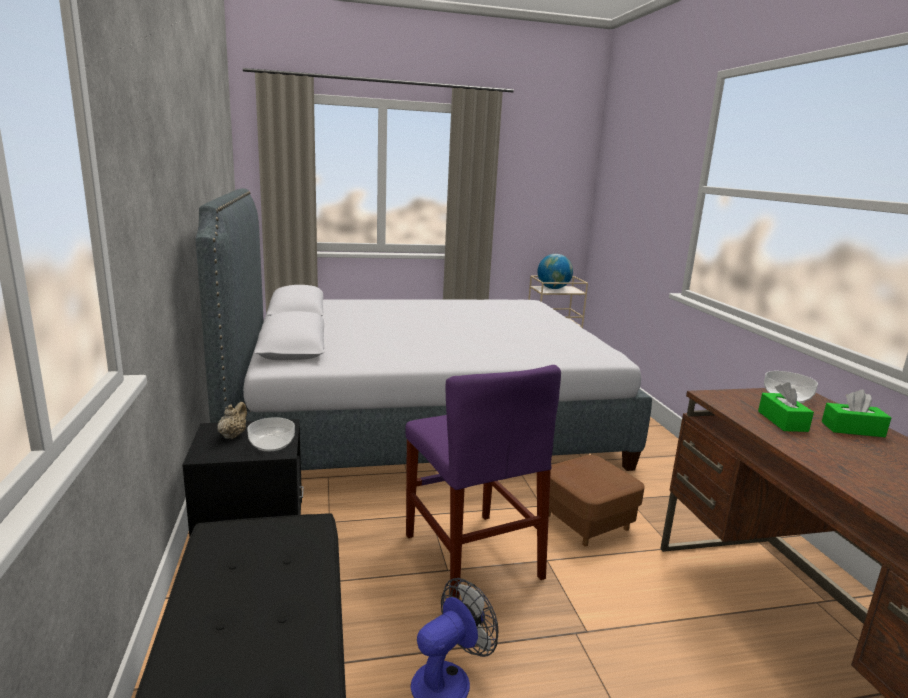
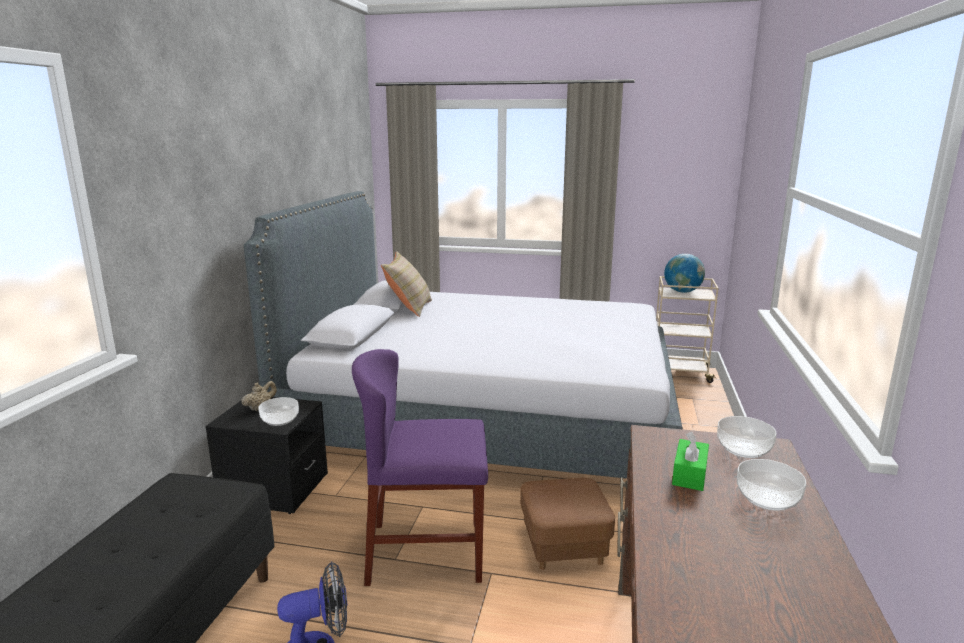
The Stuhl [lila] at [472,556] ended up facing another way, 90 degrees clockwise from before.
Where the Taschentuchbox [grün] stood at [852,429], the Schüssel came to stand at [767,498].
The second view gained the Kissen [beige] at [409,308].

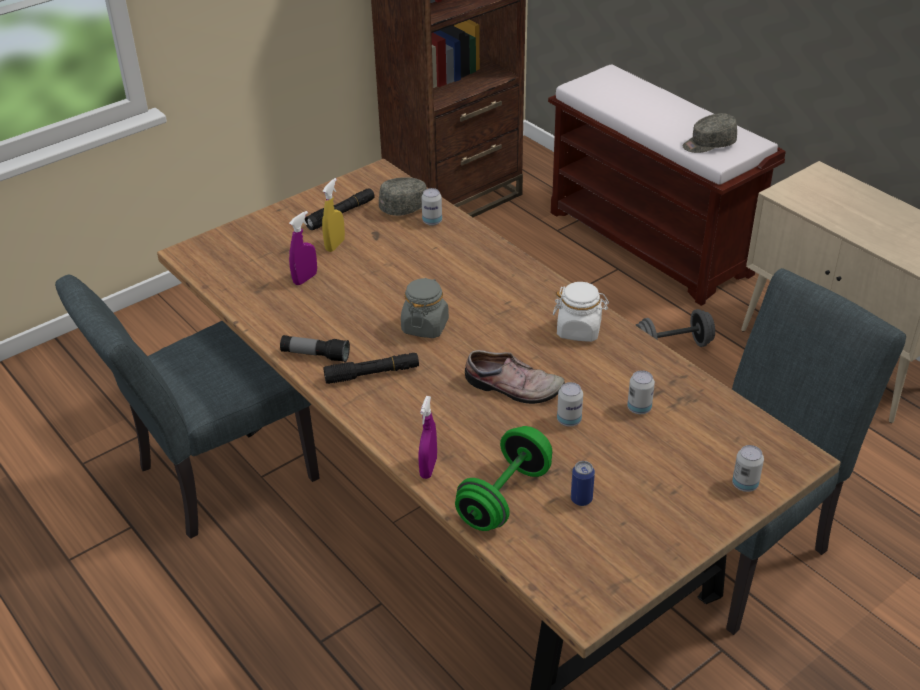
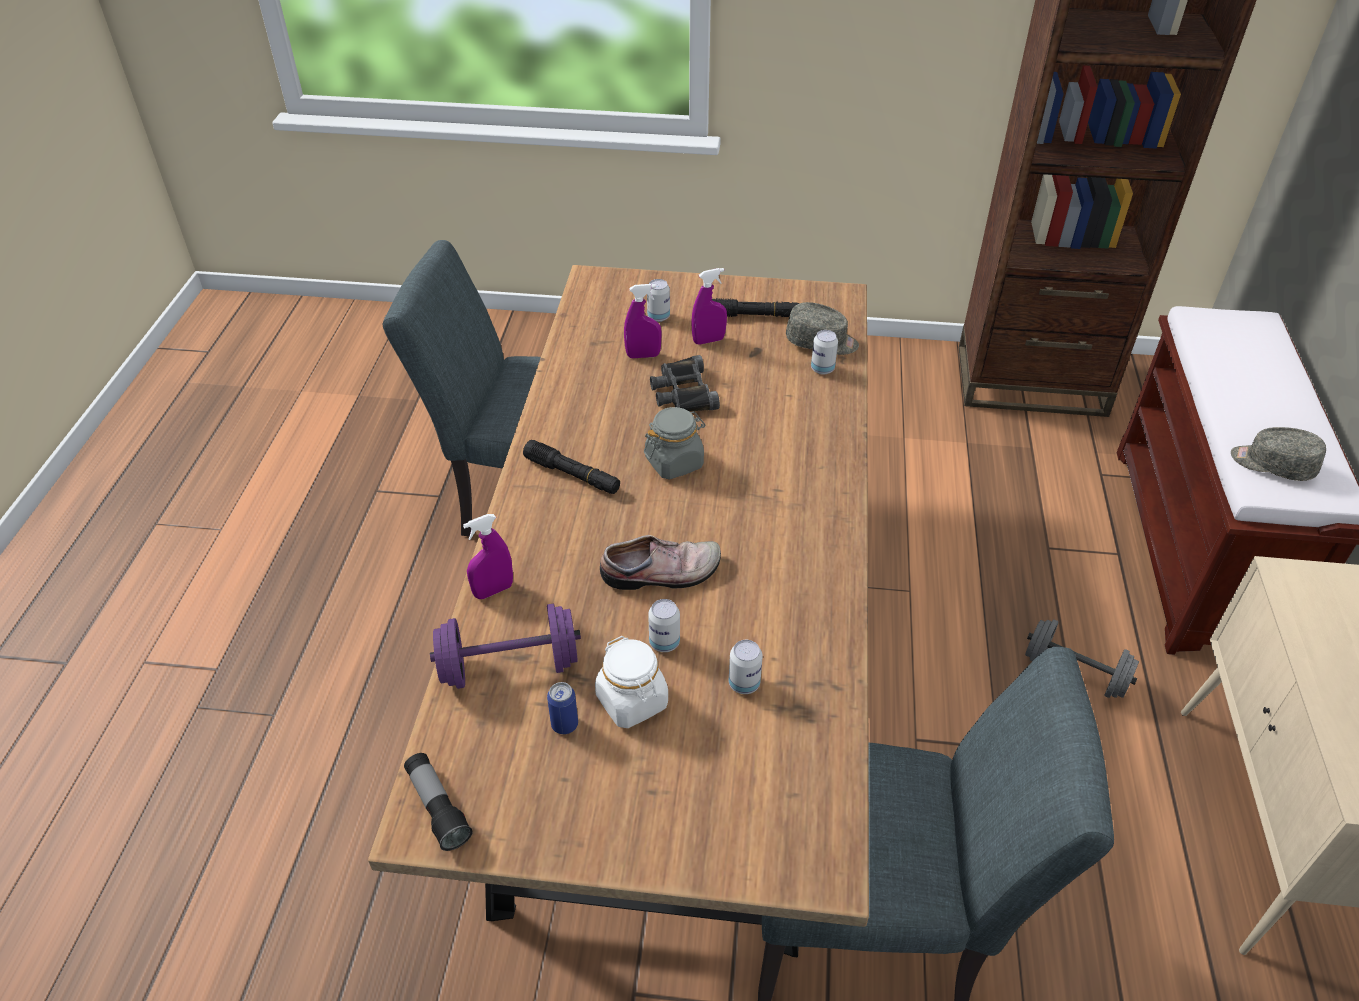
What was the Sprühflasche [gelb] at [335,245] turned into the Sprühflasche [lila] at [708,340].
The Vorratsglas [weiß] ended up elsewhere, having gone from [579,330] to [632,701].
The Taschenlampe ended up elsewhere, having gone from [315,355] to [438,807].
The Schuh at [513,388] ended up facing another way, 75 degrees counterclockwise from before.
What was the Hantel [grün] at [504,497] turned into the Hantel [lila] at [509,666].
The Dose ended up elsewhere, having gone from [745,484] to [658,317].
The second view gained the Fernglas [schwarz] at [683,392].

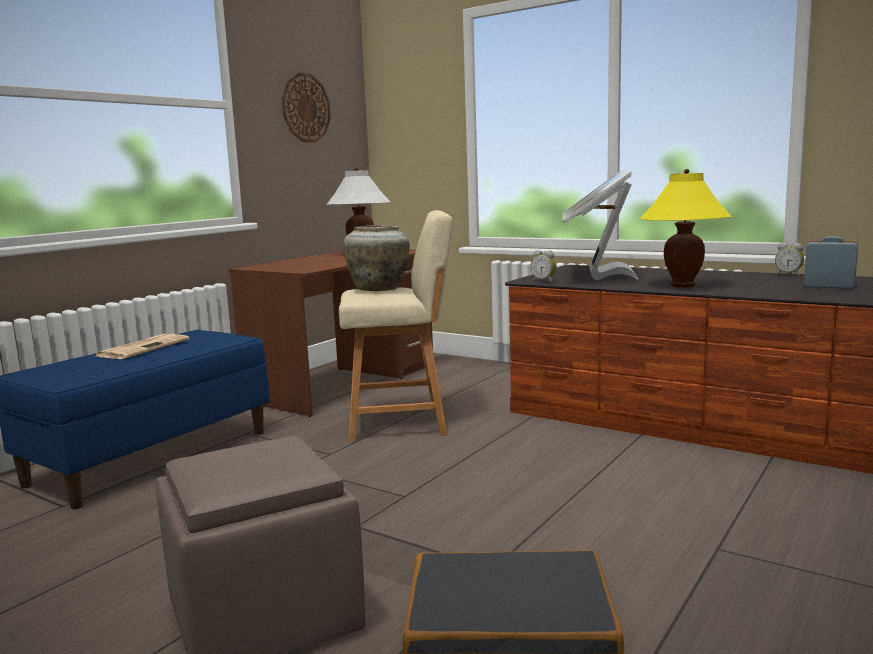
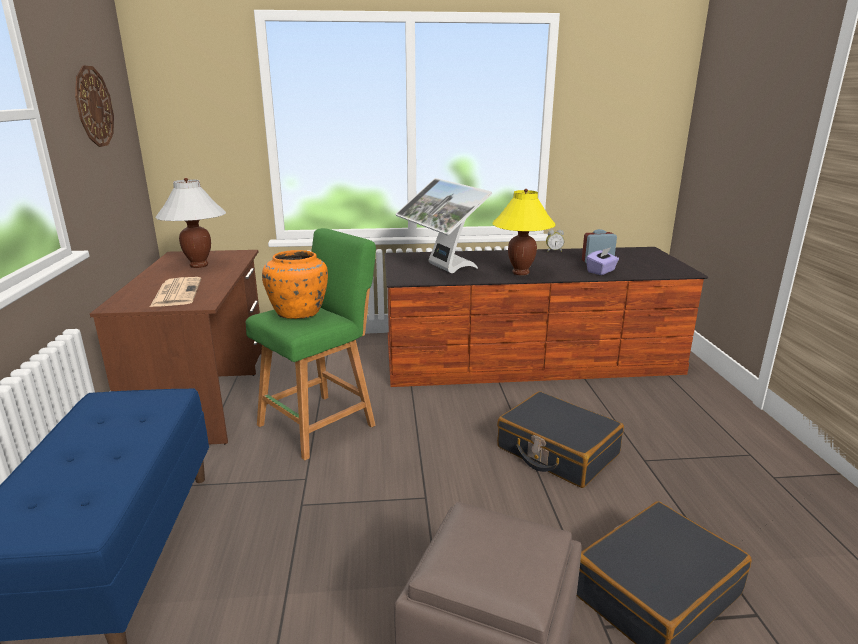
What was the Hocker [beige] at [402,422] turned into the Hocker [grün] at [321,423].
What was the Vase [beige] at [379,289] turned into the Vase [orange] at [299,313].
The second view lost the Wecker at [544,281].
The Zeitung ended up elsewhere, having gone from [143,348] to [176,293].
The second view gained the Taschentuchbox [lila] at [601,271].
The second view gained the Koffer [schwarz] at [557,451].

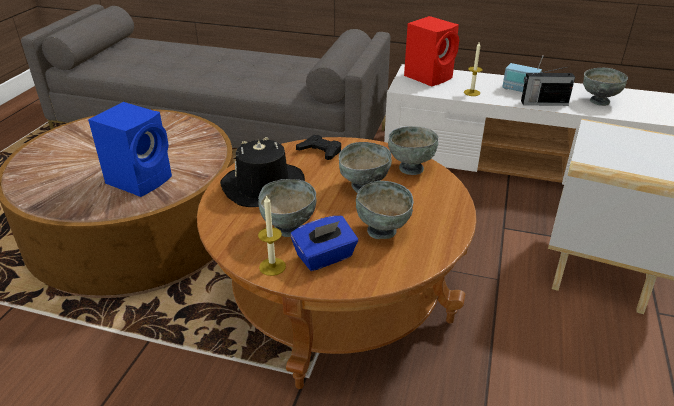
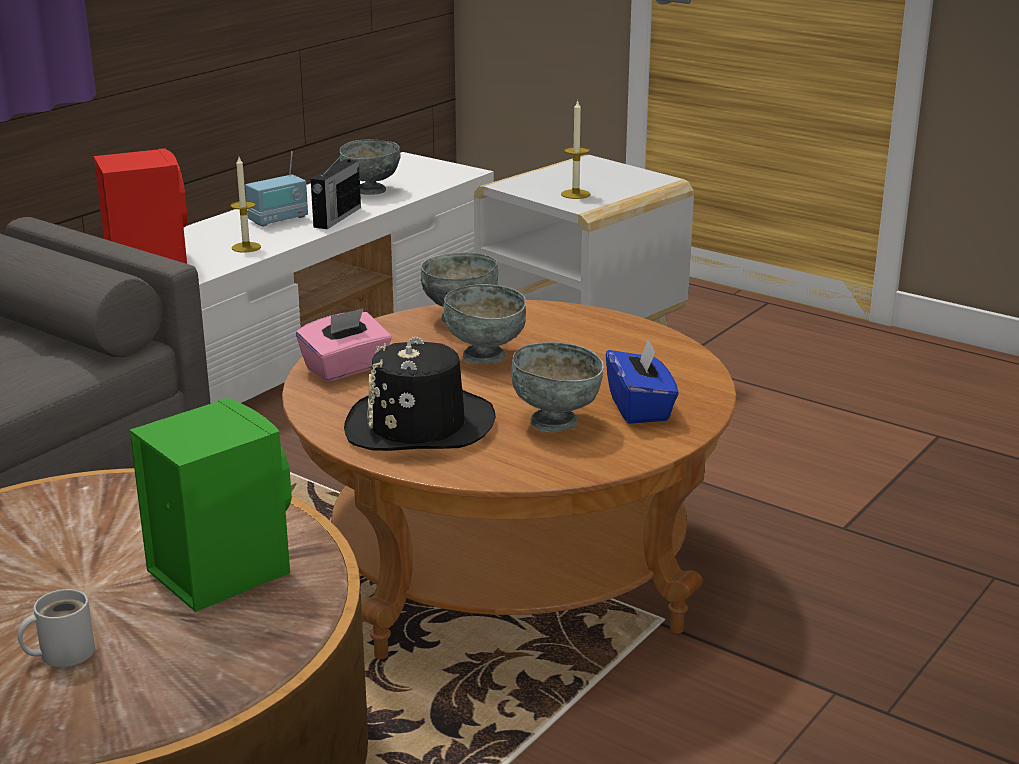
What was the Lautsprecher [blau] at [141,179] turned into the Lautsprecher [grün] at [218,570].
Where the Gamepad [schwarz] stood at [320,151], the Taschentuchbox [rosa] came to stand at [346,369].
The second view lost the Schüssel [grau] at [383,231].
The Kerze ended up elsewhere, having gone from [272,266] to [575,194].
The second view gained the Henkelbecher [weiß] at [62,652].

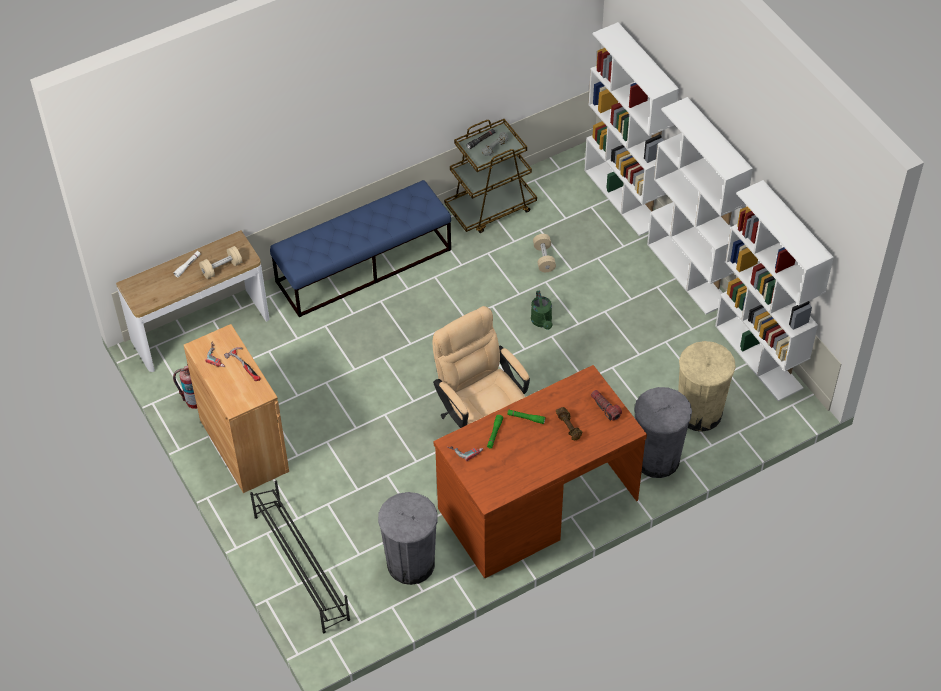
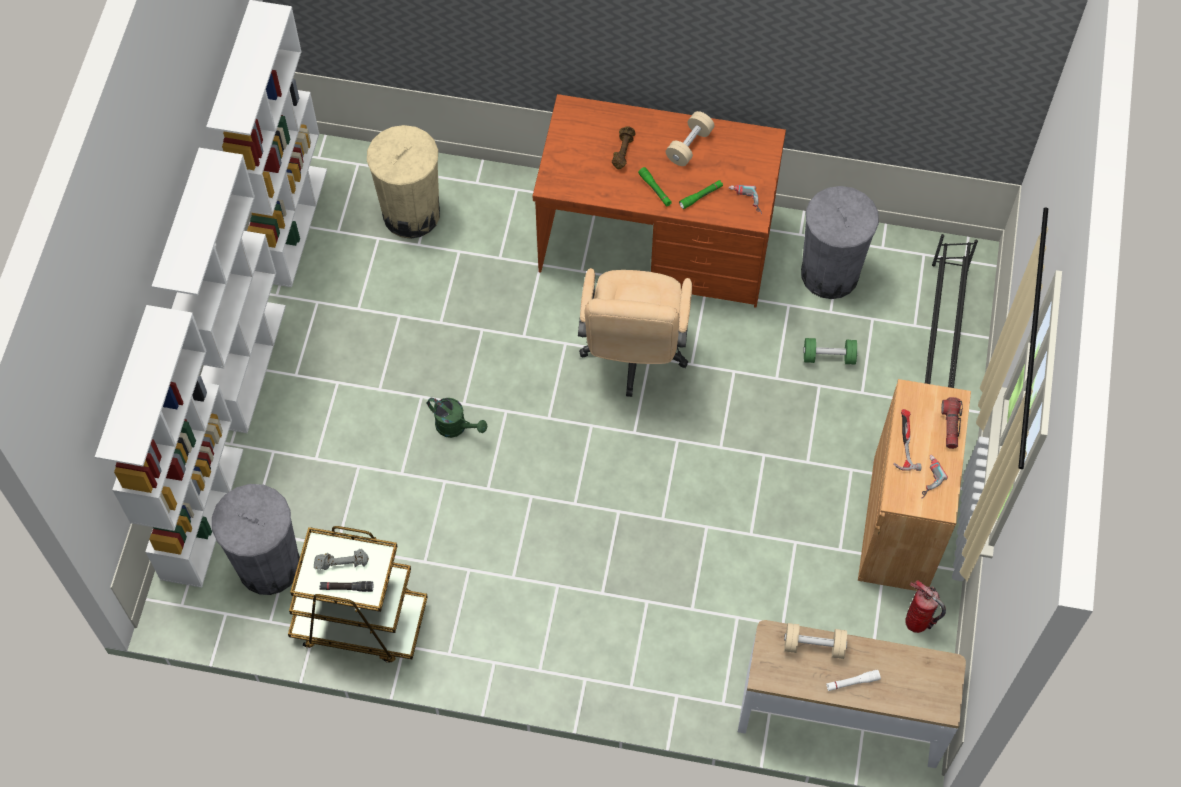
The second view lost the Bank [blau] at [364,265].
The Hantel [beige] ended up elsewhere, having gone from [544,258] to [689,146].
The Gießkanne [grün] at [542,322] ended up facing another way, 90 degrees clockwise from before.
The Mülleimer [grau] ended up elsewhere, having gone from [656,458] to [269,565].
The Taschenlampe ended up elsewhere, having gone from [605,408] to [950,426].
The second view gained the Hantel [grün] at [829,357].

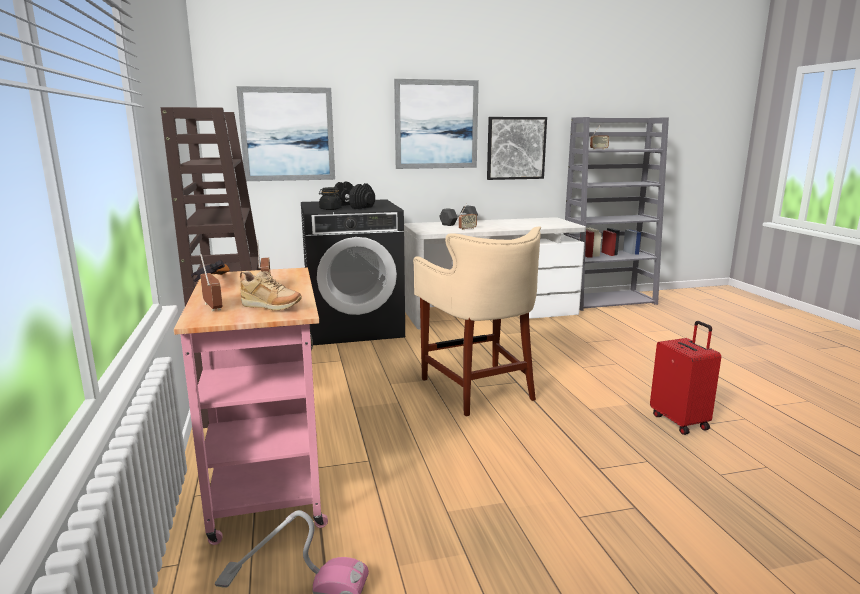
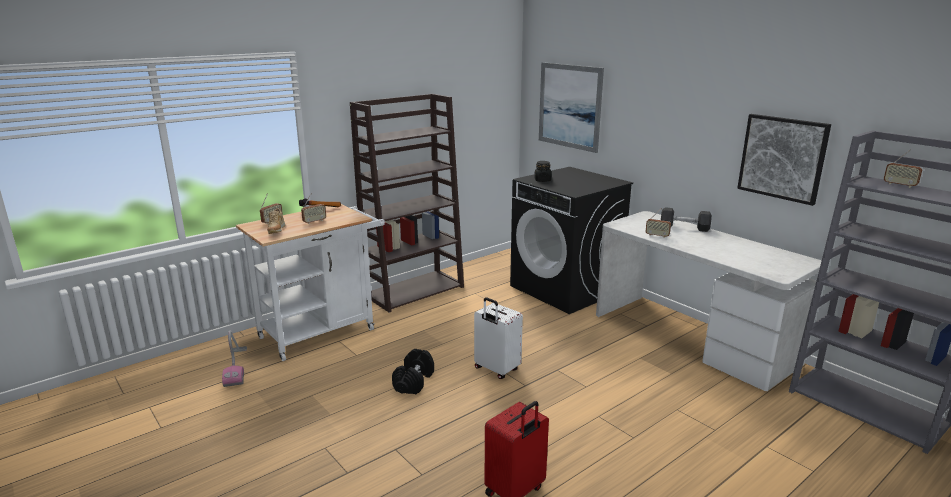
The second view lost the Bild at [436,124].
The Hantel [schwarz] ended up elsewhere, having gone from [353,206] to [414,382].
Where the Hocker [beige] stood at [478,388], the Koffer [weiß] came to stand at [496,369].
What was the Rollwagen [rosa] at [268,476] turned into the Rollwagen [weiß] at [323,331].

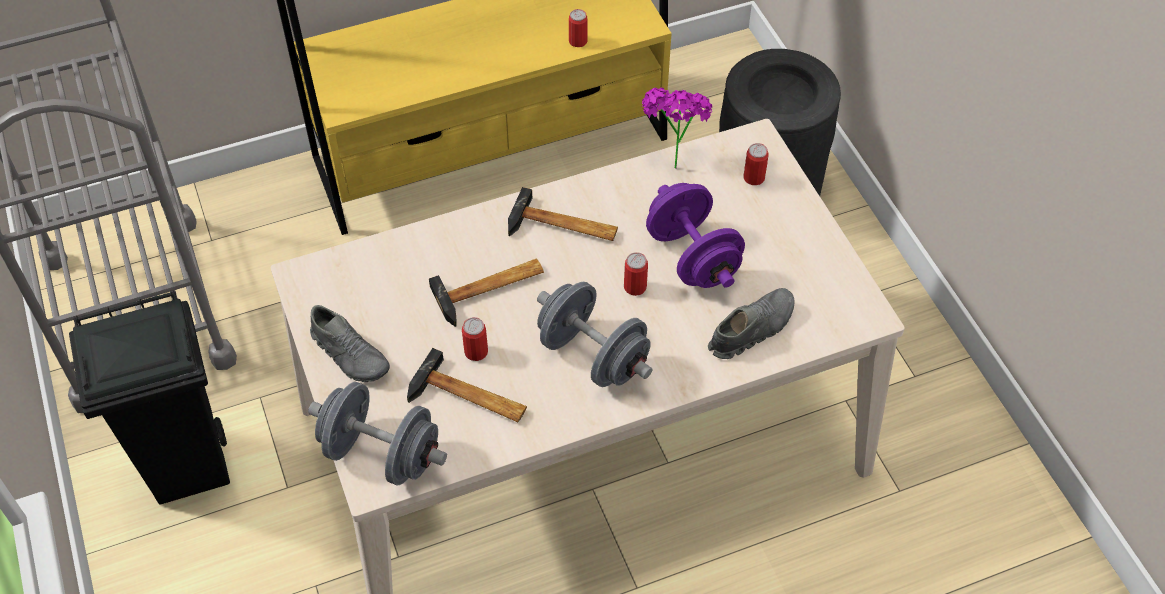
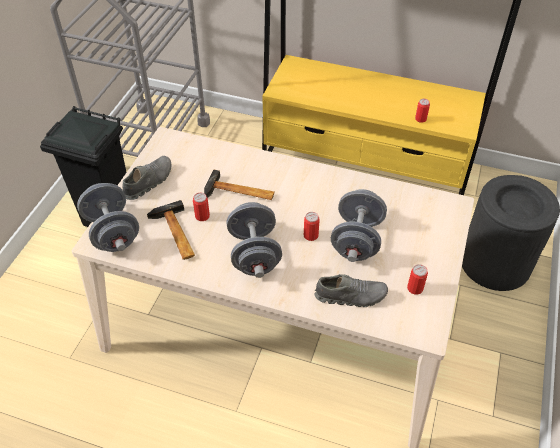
The second view lost the Topfpflanze at [672,158].
The Dose ended up elsewhere, having gone from [754,178] to [415,288].
What was the Hantel [lila] at [692,257] turned into the Hantel [grau] at [357,240].
The second view lost the Hammer at [563,228].
The Schuh [grau] at [350,354] ended up facing another way, 135 degrees counterclockwise from before.

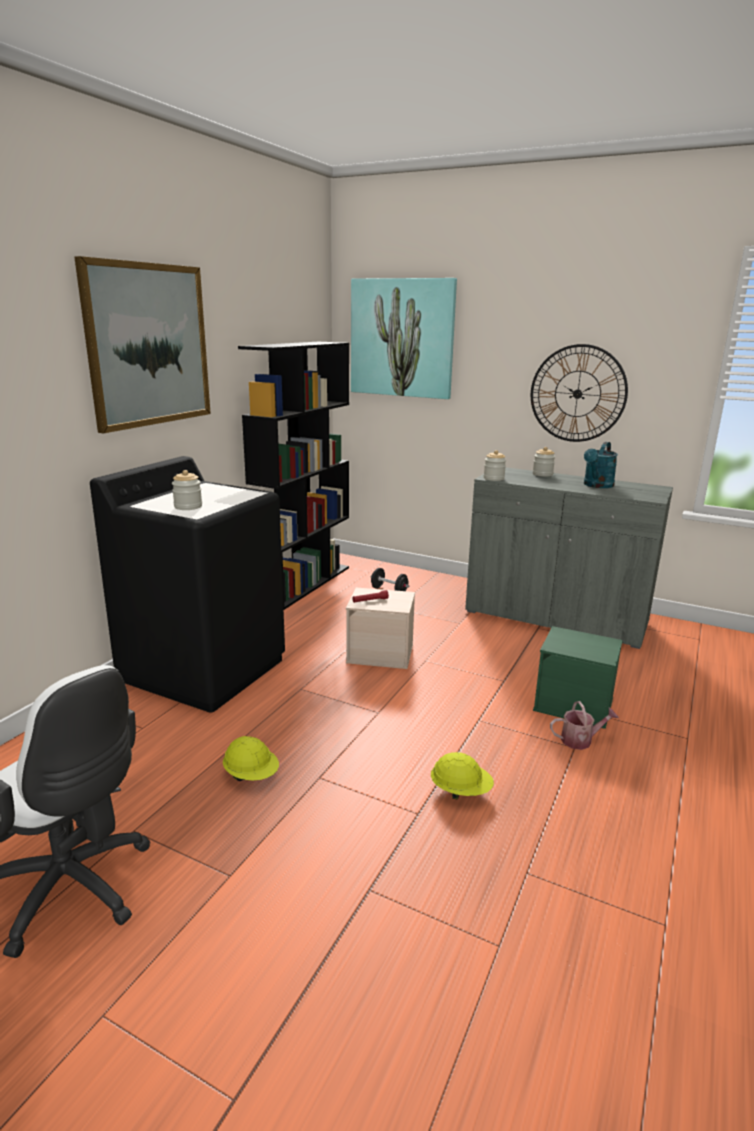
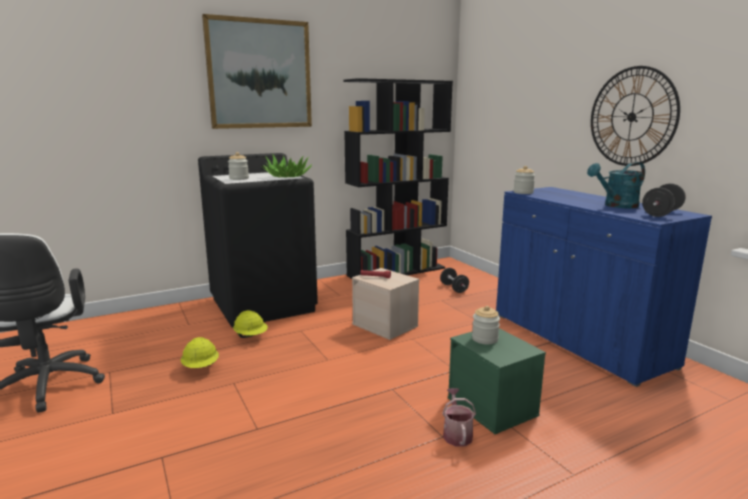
The second view lost the Bild at [402,338].
The Vorratsglas ended up elsewhere, having gone from [542,474] to [485,339].
What was the Schrank [grau] at [555,617] turned into the Schrank [blau] at [578,339].
The Gießkanne at [580,740] ended up facing another way, 120 degrees counterclockwise from before.
The Schutzhelm [gelb] ended up elsewhere, having gone from [461,791] to [251,336].
The second view gained the Topfpflanze at [287,176].
The second view gained the Hantel [schwarz] at [661,213].

